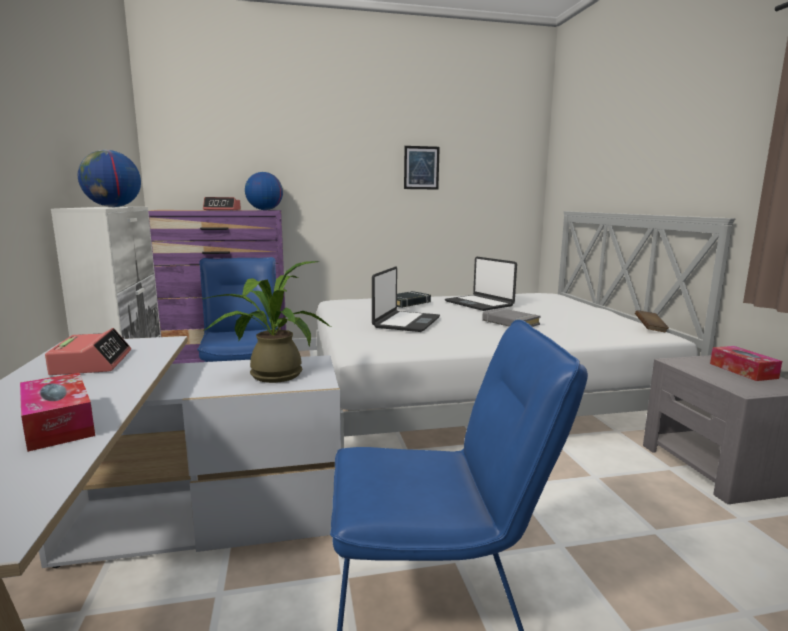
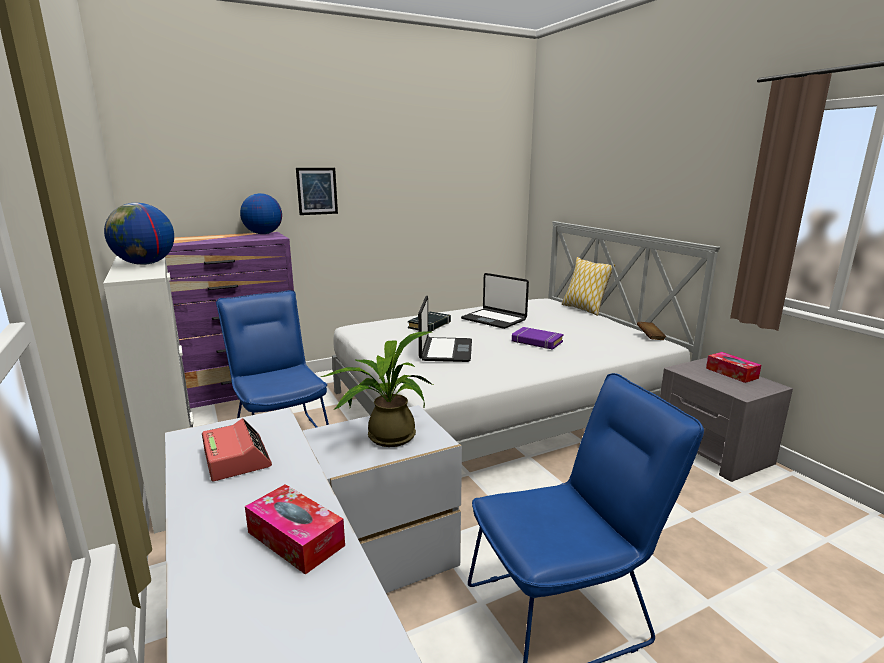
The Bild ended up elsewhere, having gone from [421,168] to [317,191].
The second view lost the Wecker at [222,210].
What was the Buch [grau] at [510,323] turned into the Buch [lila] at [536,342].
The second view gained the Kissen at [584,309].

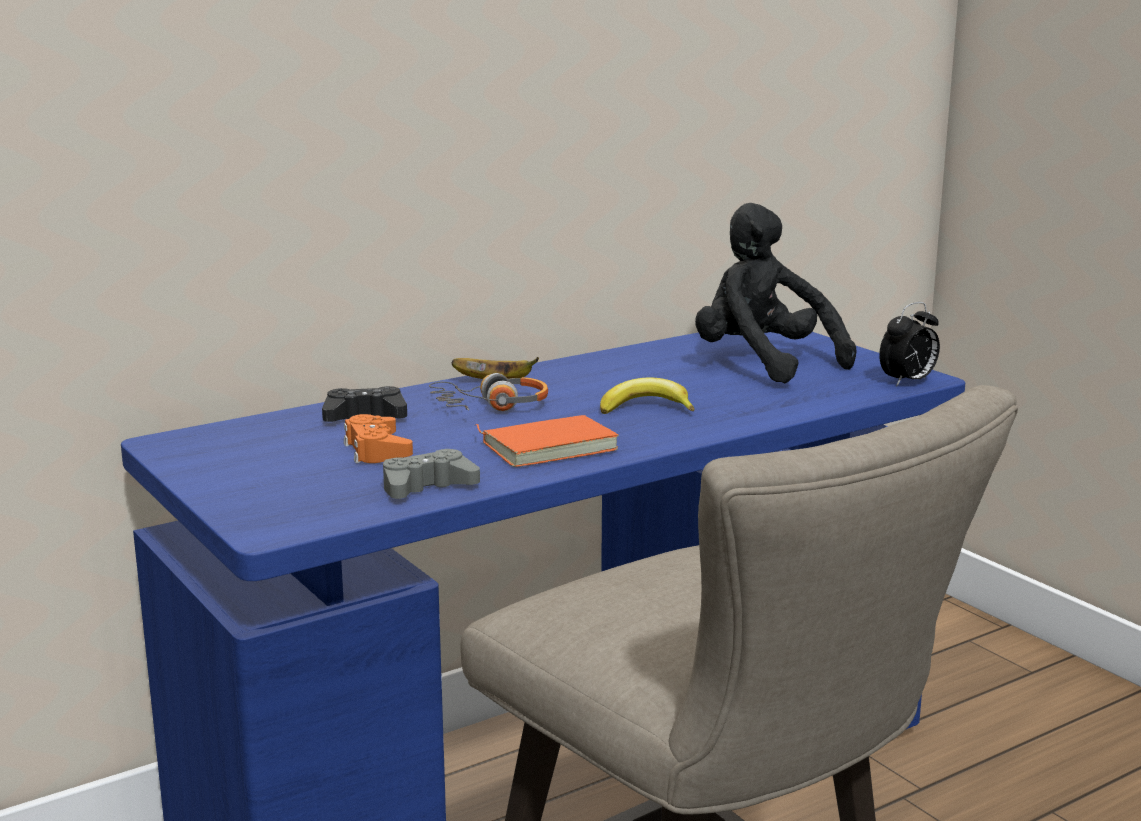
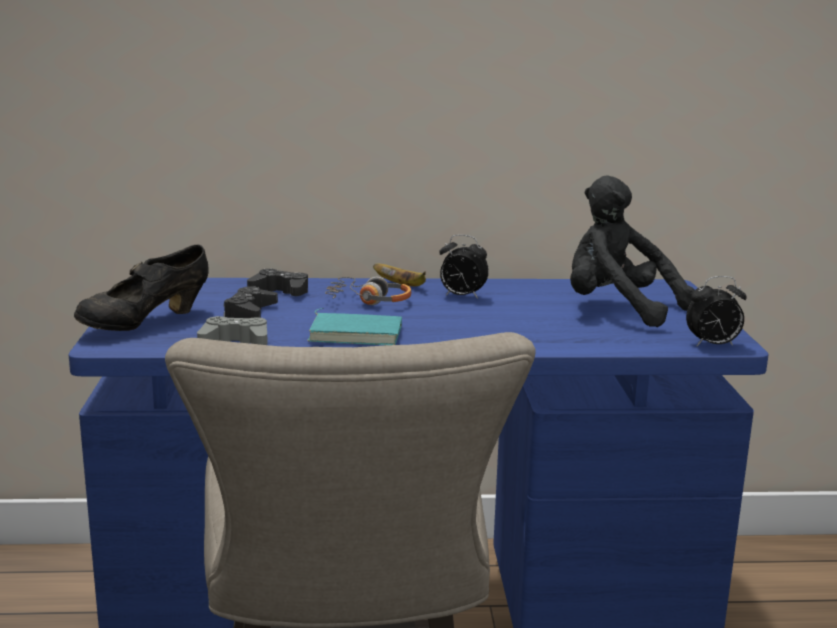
The Plüschtier [schwarz] at [763,363] ended up facing another way, 45 degrees counterclockwise from before.
The second view lost the Banane at [646,408].
What was the Gamepad [orange] at [377,450] turned into the Gamepad [schwarz] at [250,312].
What was the Buch [orange] at [548,446] turned into the Buch [türkis] at [356,333].
The second view gained the Wecker at [461,296].
The second view gained the Schuh [schwarz] at [145,323].

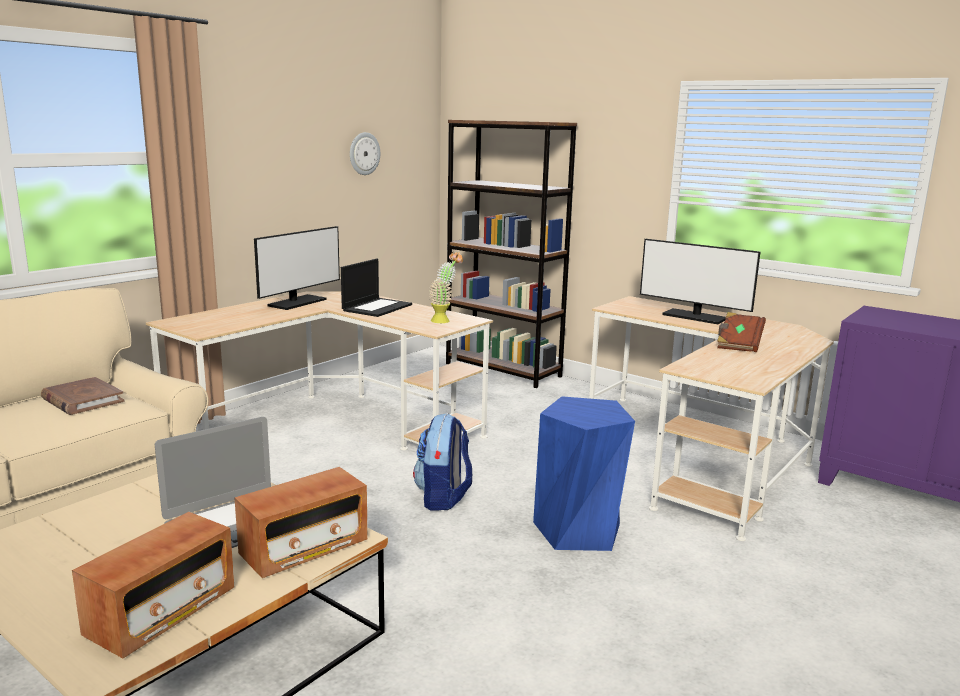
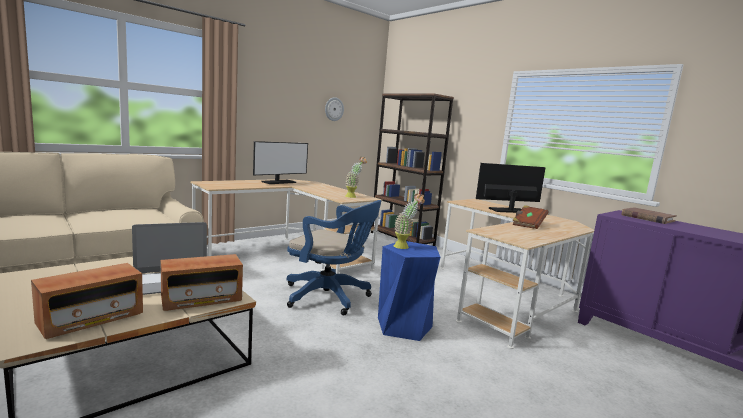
The Monitor at [694,317] ended up facing another way, 120 degrees clockwise from before.
The second view lost the Laptop at [377,307].
The Buch [braun] ended up elsewhere, having gone from [82,400] to [647,218].
Where the Rucksack stood at [443,498], the Bürostuhl [blau] came to stand at [330,297].
The second view gained the Topfpflanze at [405,247].

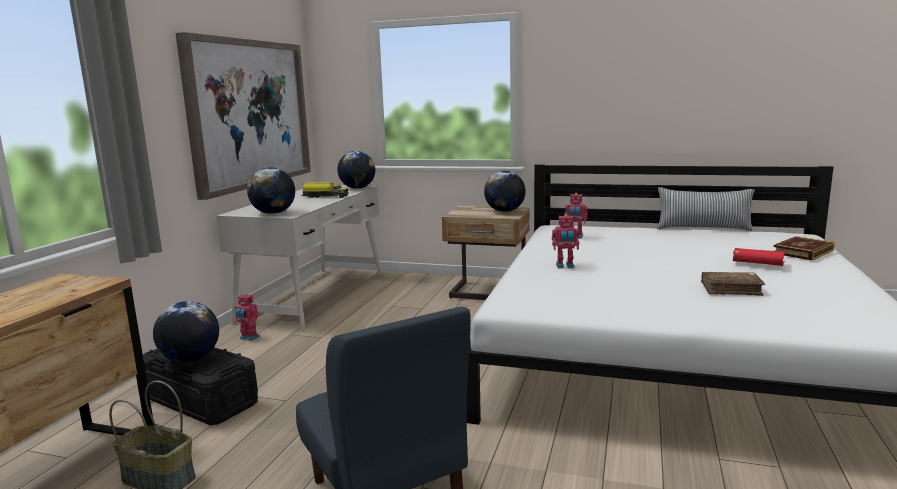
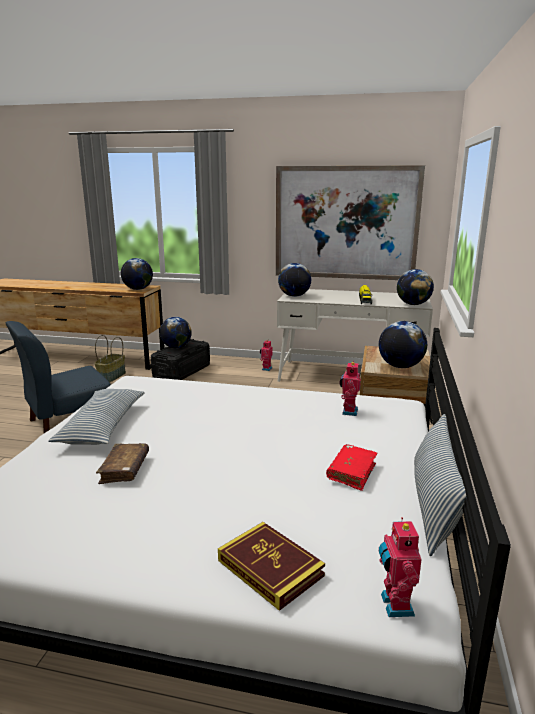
The Spielzeugroboter ended up elsewhere, having gone from [565,266] to [394,605].
The Buch [rot] ended up elsewhere, having gone from [757,264] to [352,473].
The second view gained the Globus at [138,289].
The second view gained the Kissen at [102,426].

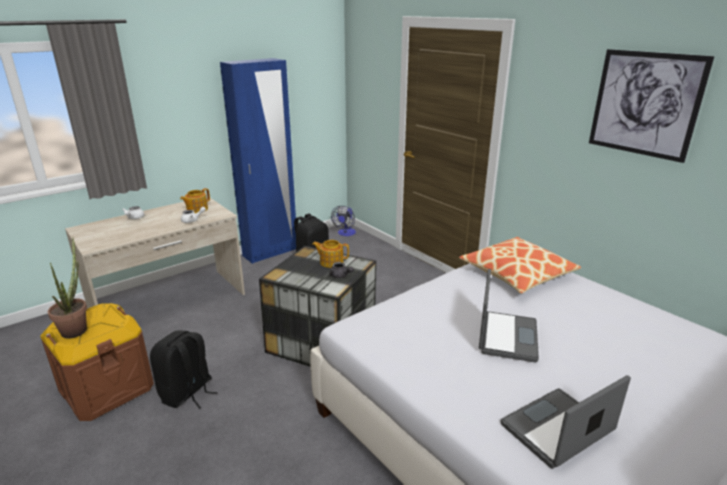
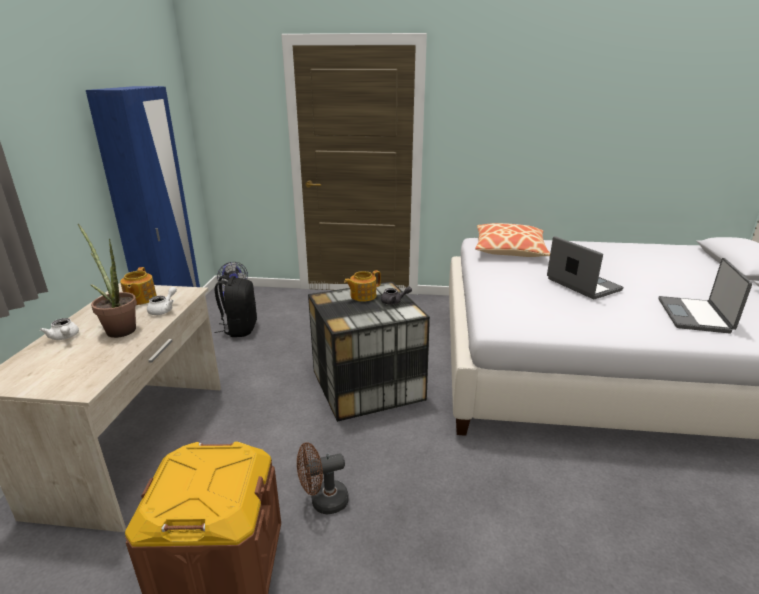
The second view lost the Bild at [645,104].
The Topfpflanze ended up elsewhere, having gone from [77,328] to [118,328].
Where the Rucksack [schwarz] stood at [187,393], the Ventilator [braun] came to stand at [323,502].

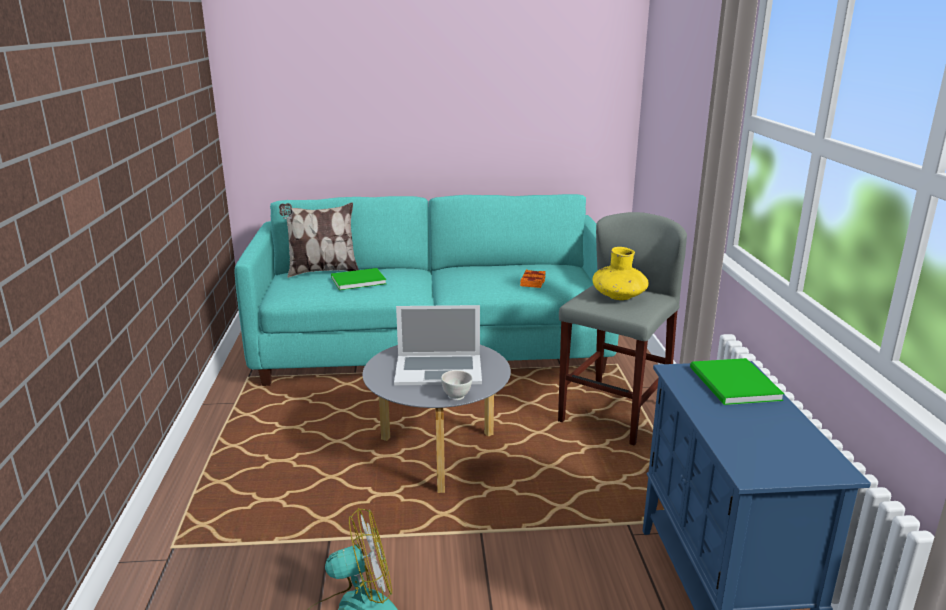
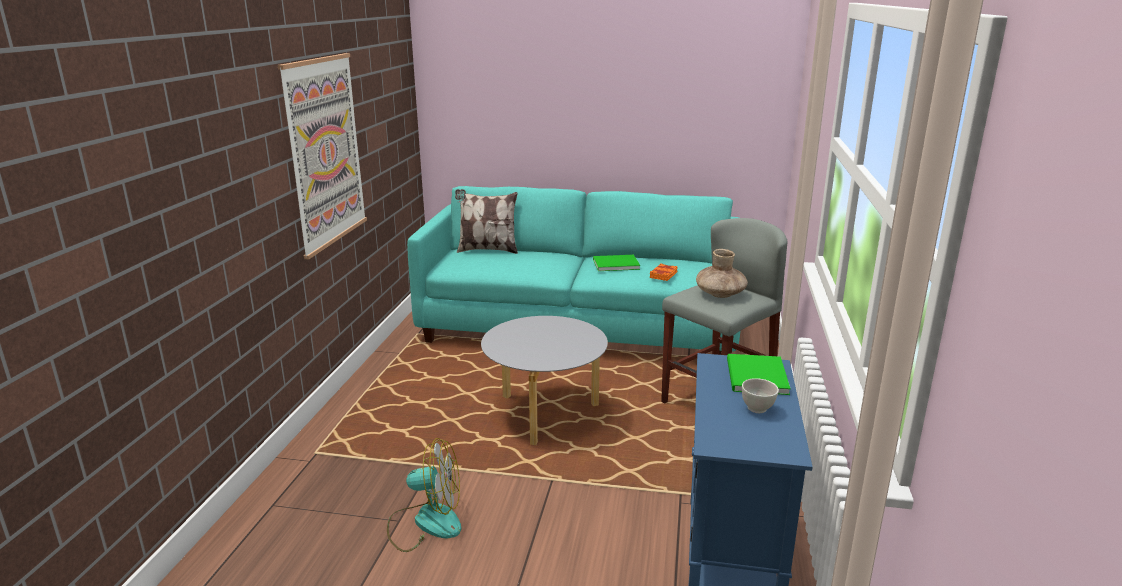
What was the Vase [gelb] at [619,296] turned into the Vase [braun] at [720,294].
The Buch [grün] ended up elsewhere, having gone from [356,280] to [614,264].
The second view lost the Laptop at [438,370].
The Schüssel [weiß] ended up elsewhere, having gone from [457,397] to [757,409].
The second view gained the Bild at [325,152].

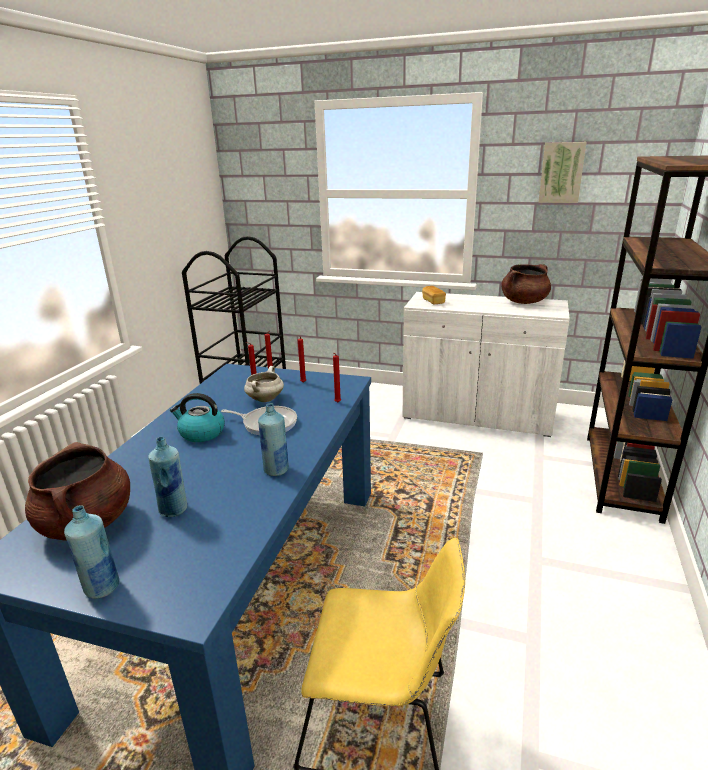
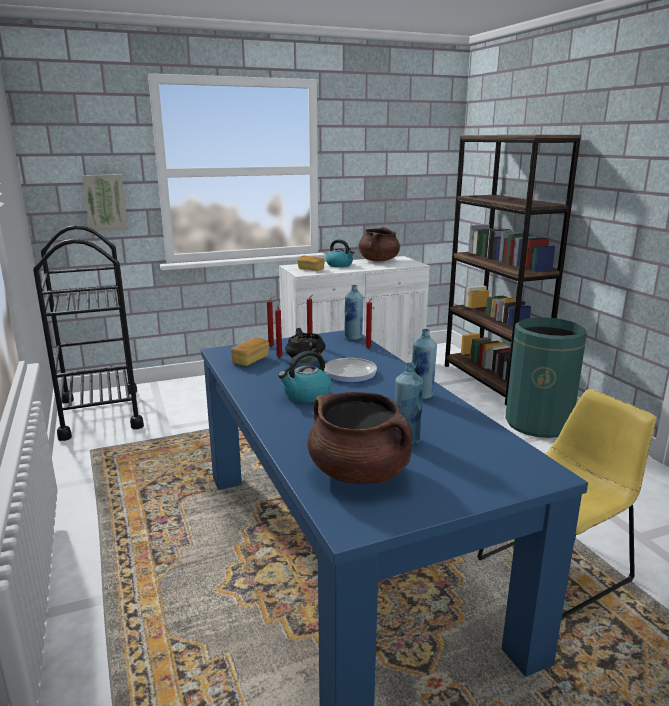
The Bild ended up elsewhere, having gone from [561,172] to [105,202].
What was the Kochtopf [weiß] at [265,399] turned into the Kochtopf [schwarz] at [304,361].
The Flasche [blau] ended up elsewhere, having gone from [102,588] to [353,337].
The second view gained the Wasserkessel at [340,265].
The second view gained the Mülleimer [grün] at [538,423].
The second view gained the Brot at [250,360].

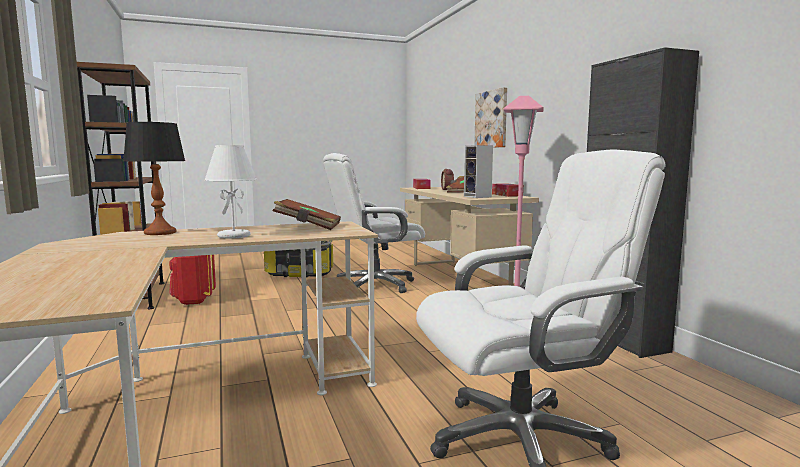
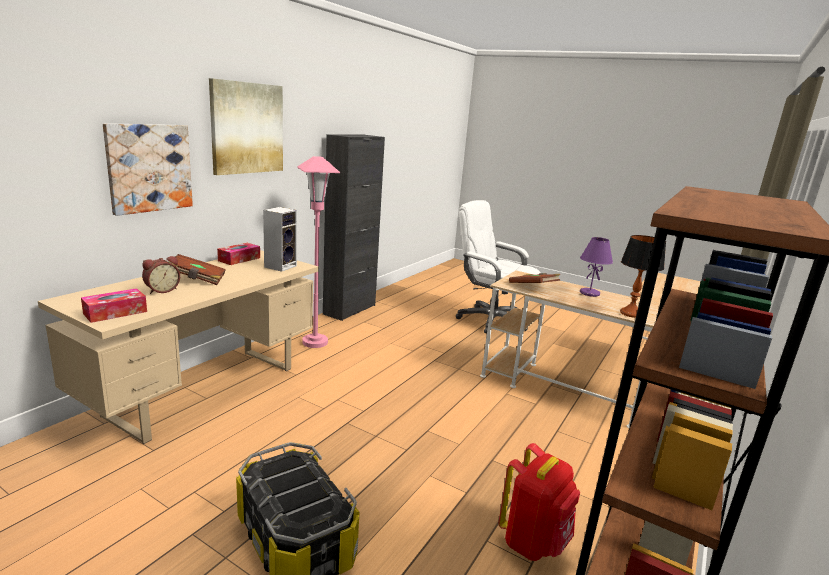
What was the Tischlampe [weiß] at [234,236] turned into the Tischlampe [lila] at [589,293].
The second view lost the Bürostuhl [weiß] at [374,285].
The second view gained the Bild at [247,128].

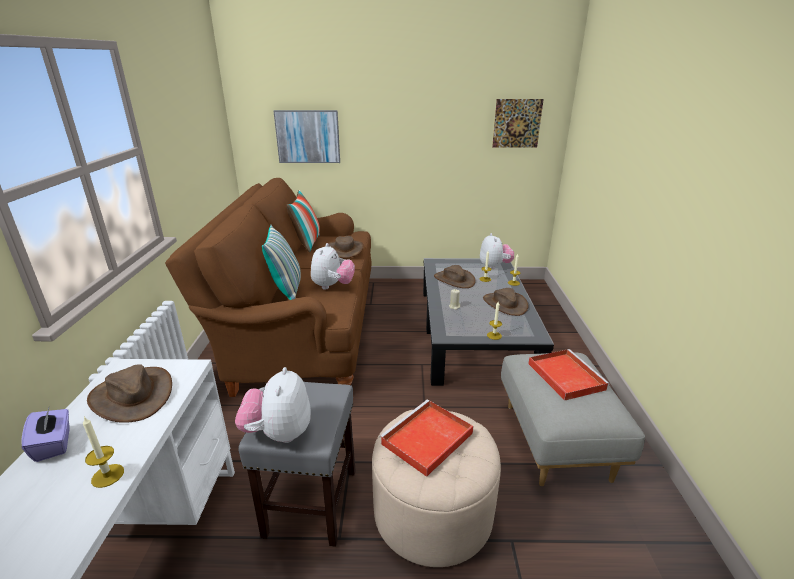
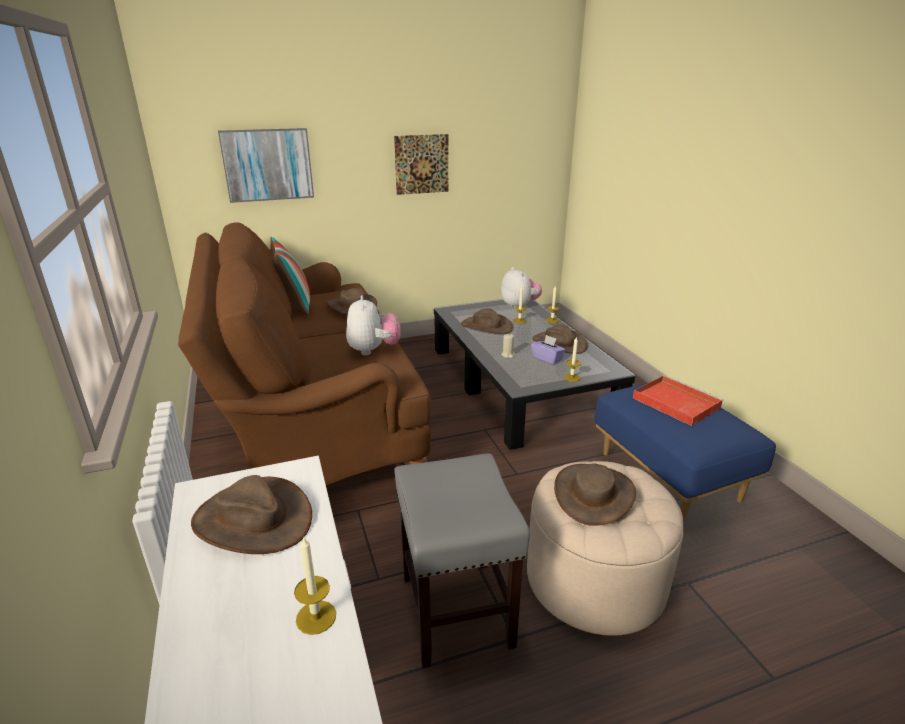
The Bild ended up elsewhere, having gone from [517,123] to [422,164].
The second view lost the Kissen at [286,289].
What was the Polsterhocker [grau] at [557,441] turned into the Polsterhocker [blau] at [670,476].
The second view lost the Plüschtier at [279,433].
Where the Tablett [rot] stood at [426,440], the Hut [braun] came to stand at [594,494].
The Taschentuchbox [lila] ended up elsewhere, having gone from [54,444] to [547,359].

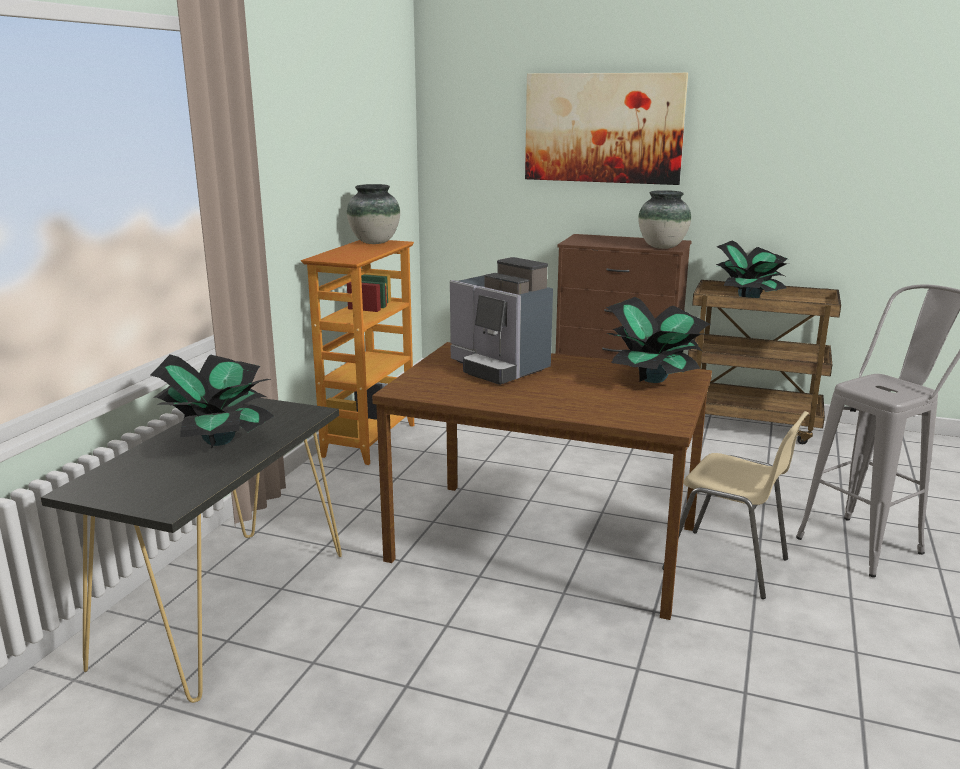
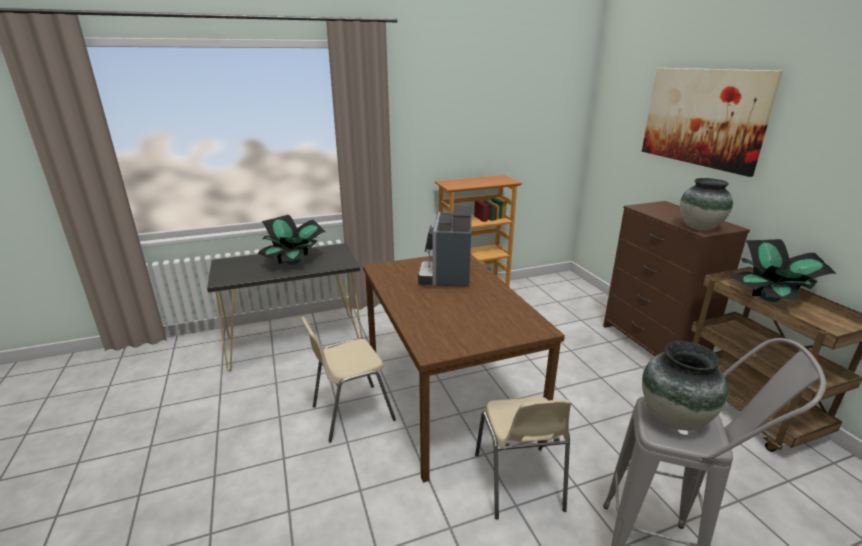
The Vase ended up elsewhere, having gone from [375,242] to [674,419].
The second view lost the Topfpflanze at [654,379].
The second view gained the Stuhl [beige] at [350,413].

